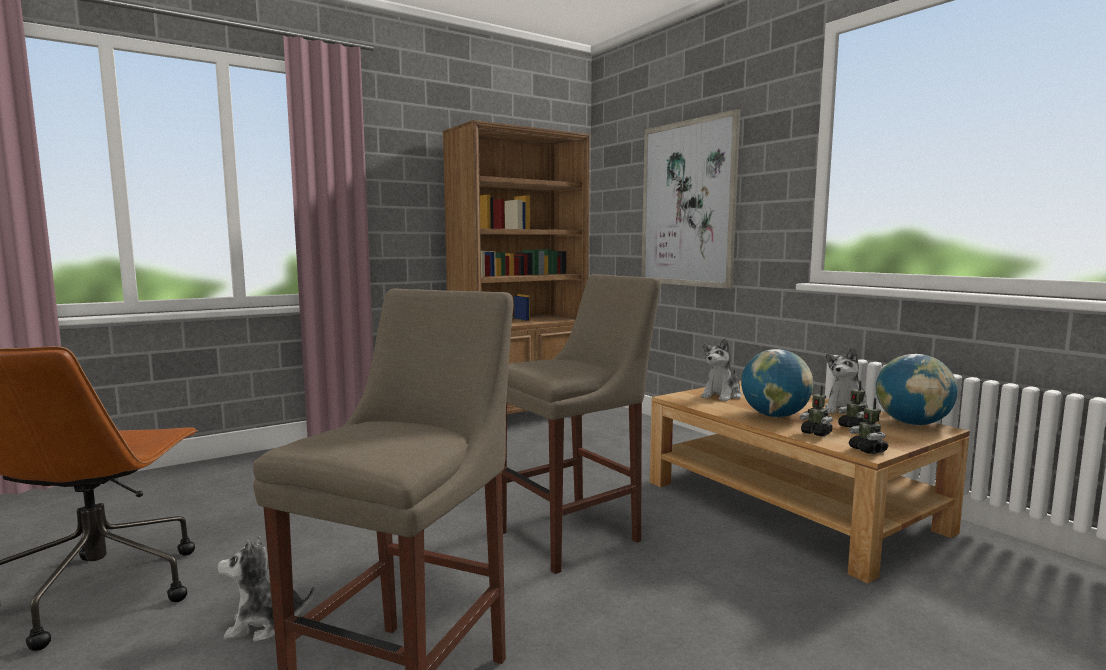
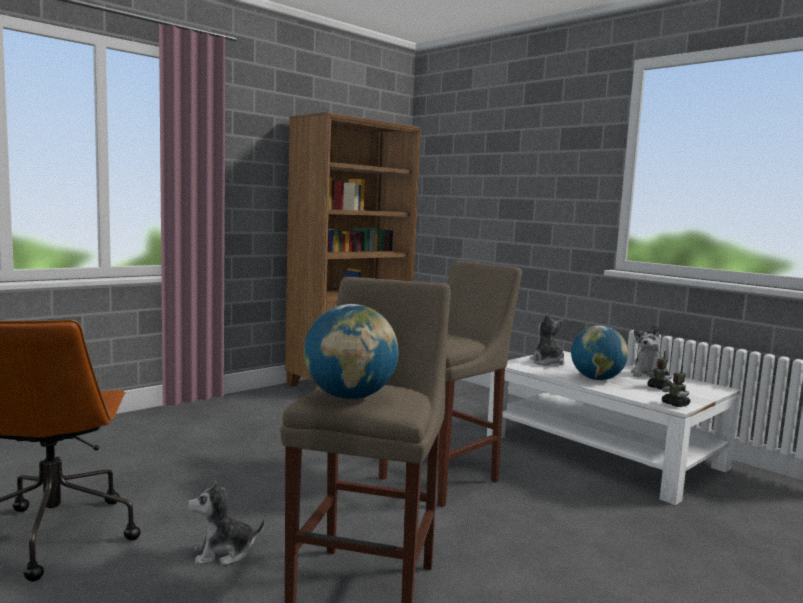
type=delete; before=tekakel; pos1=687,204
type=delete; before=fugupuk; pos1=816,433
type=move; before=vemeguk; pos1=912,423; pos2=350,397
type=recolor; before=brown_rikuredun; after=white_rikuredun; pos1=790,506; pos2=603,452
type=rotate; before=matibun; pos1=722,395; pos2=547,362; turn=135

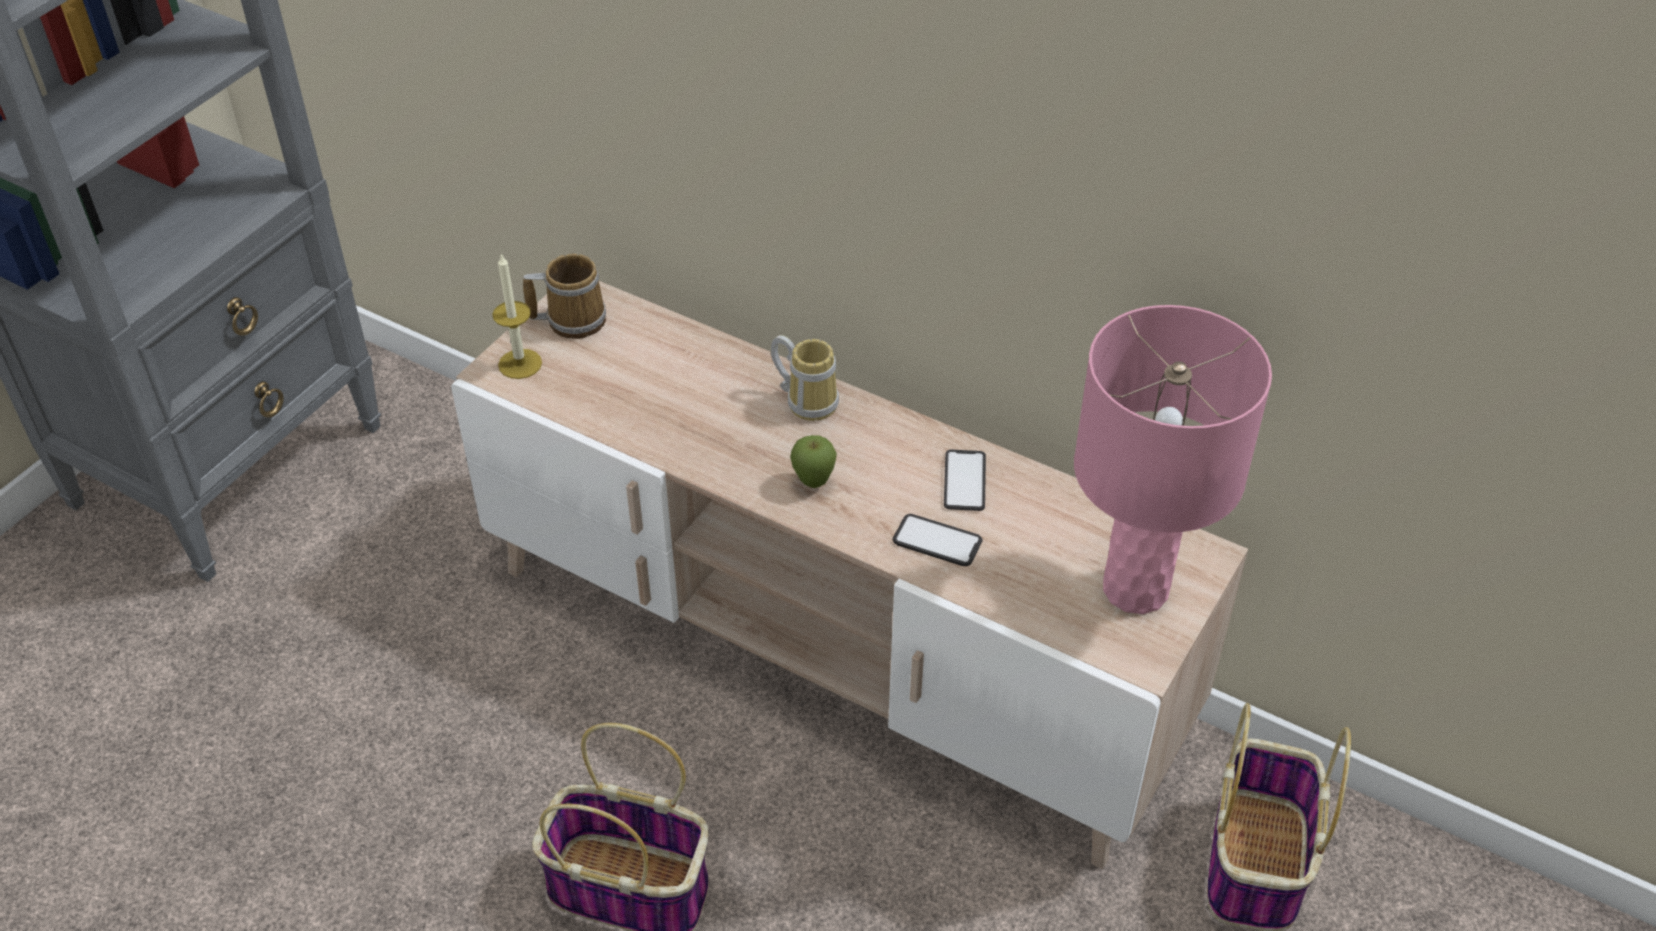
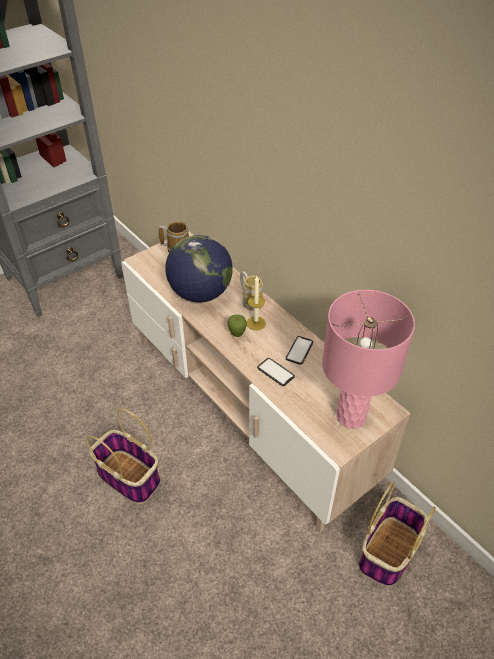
type=insert; after=vemeguk; pos2=200,293
type=move; before=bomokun; pos1=520,364; pos2=256,323

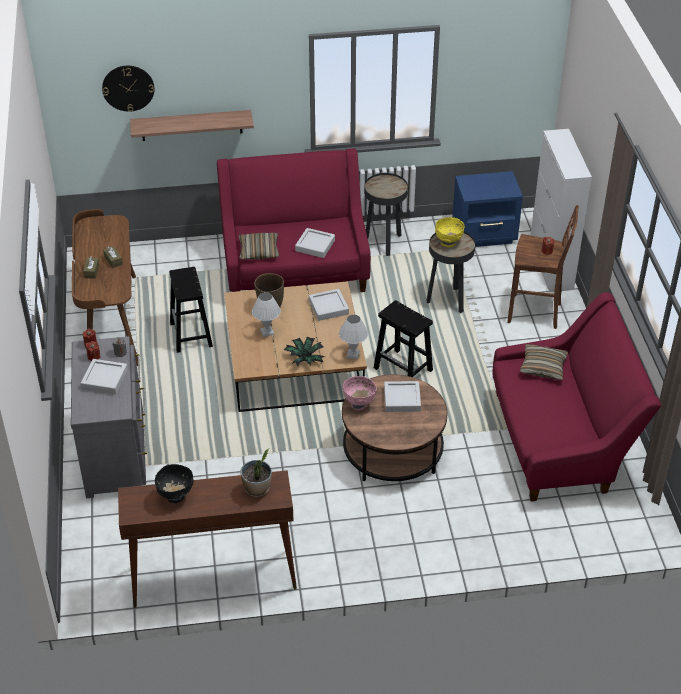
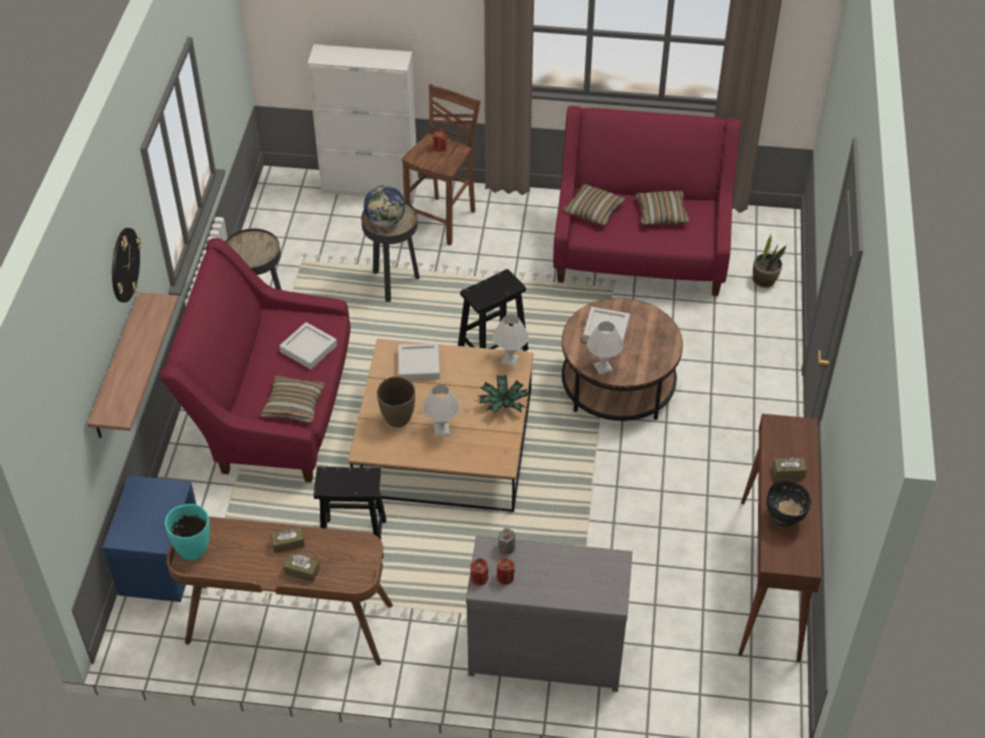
type=delete; before=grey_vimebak; pos1=104,379
type=insert; after=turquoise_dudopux; pos2=193,549
type=insert; after=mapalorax; pos2=661,214
type=insert; after=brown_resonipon; pos2=788,472
type=move; before=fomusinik; pos1=128,88; pos2=124,265
type=move; before=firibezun; pos1=257,489; pos2=764,280
type=move; before=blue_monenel; pos1=485,235; pos2=164,567
type=replace; before=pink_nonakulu; after=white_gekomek; pos1=359,404; pos2=603,367
type=replace; before=yellow_nonakulu; after=vemeguk; pos1=448,243; pos2=385,221

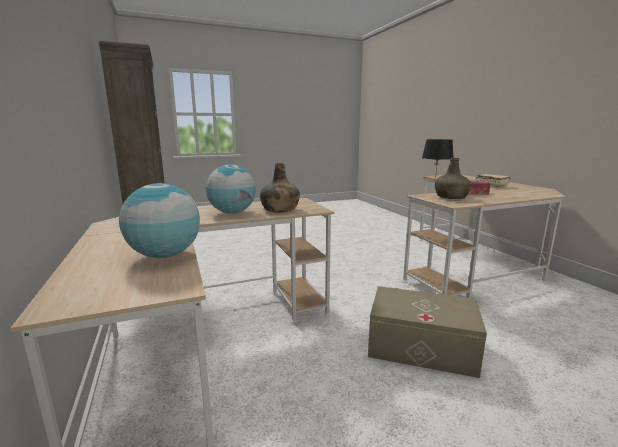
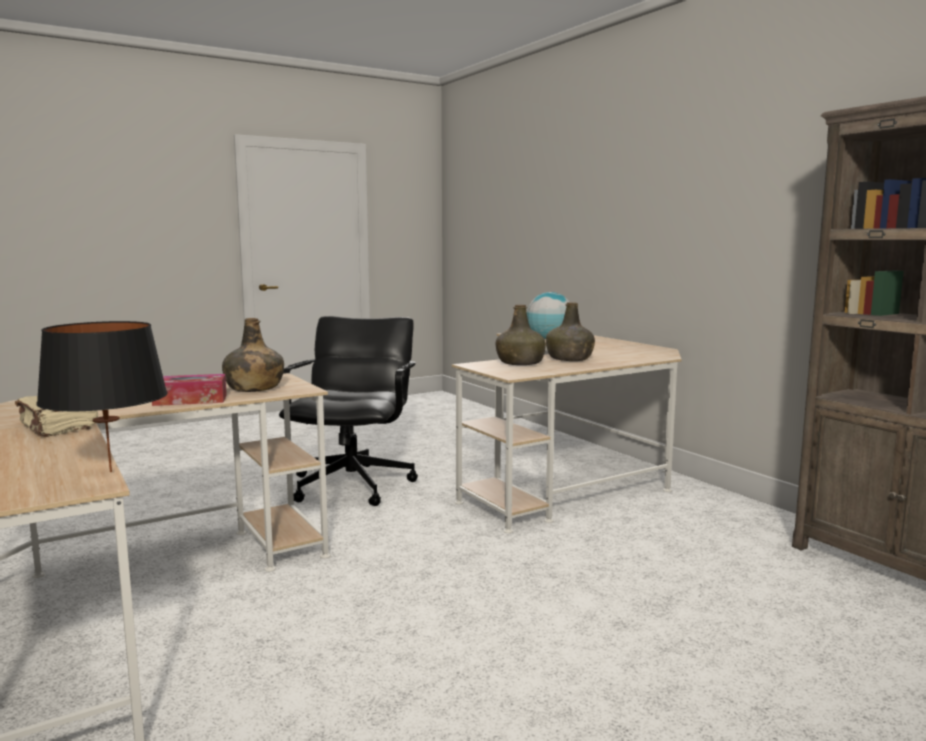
type=replace; before=vemeguk; after=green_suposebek; pos1=232,212; pos2=570,359
type=replace; before=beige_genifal; after=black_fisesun; pos1=421,347; pos2=353,485

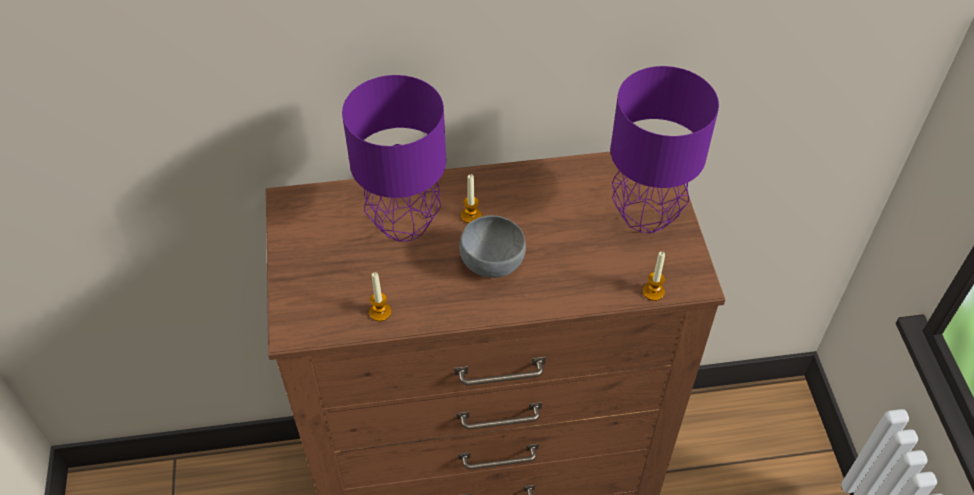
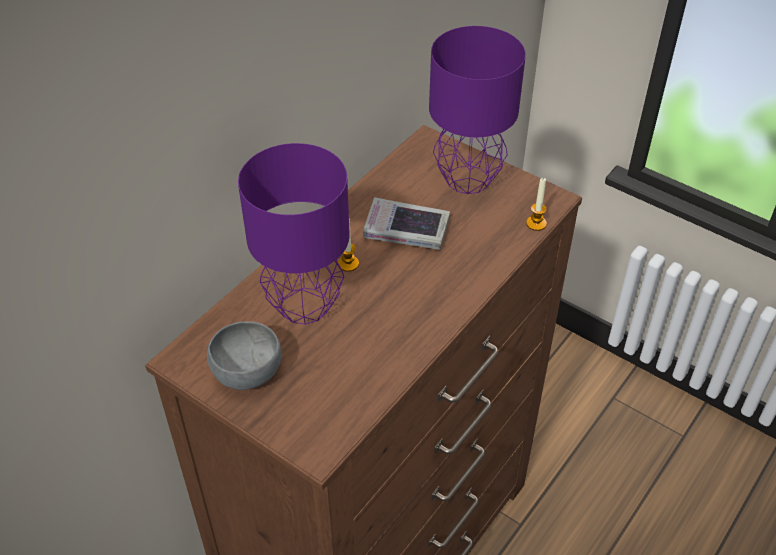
type=delete; before=bomokun; pos1=380,312
type=insert; after=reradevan; pos2=406,230
type=move; before=grey_nonakulu; pos1=492,262; pos2=247,373

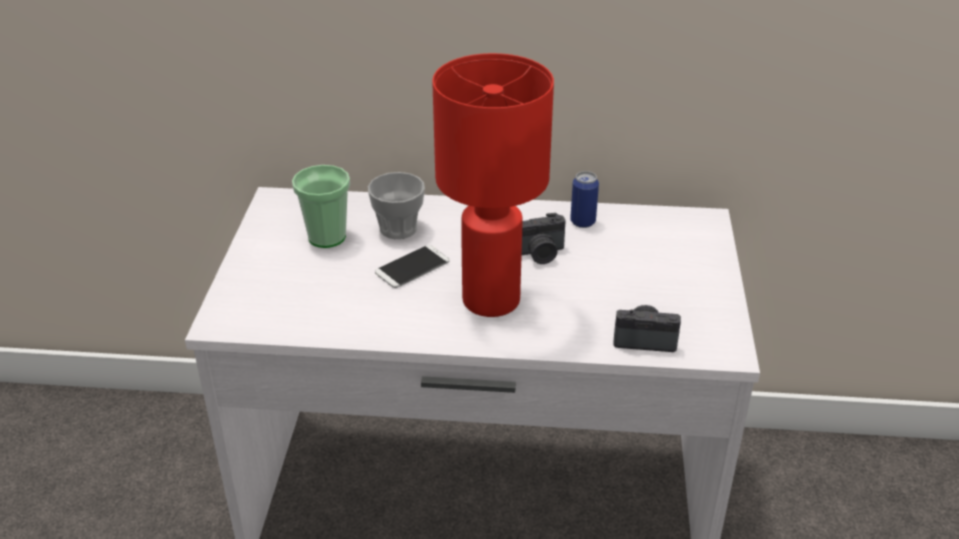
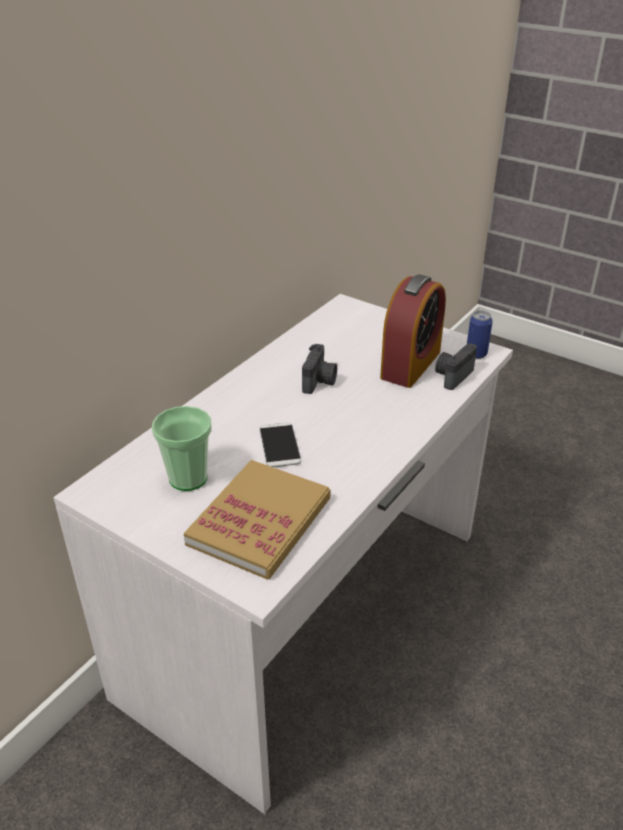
type=delete; before=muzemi; pos1=398,228
type=delete; before=red_gekomek; pos1=491,301
type=insert; after=reradevan; pos2=260,521
type=insert; after=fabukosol; pos2=410,364
type=move; before=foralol; pos1=582,222; pos2=476,354

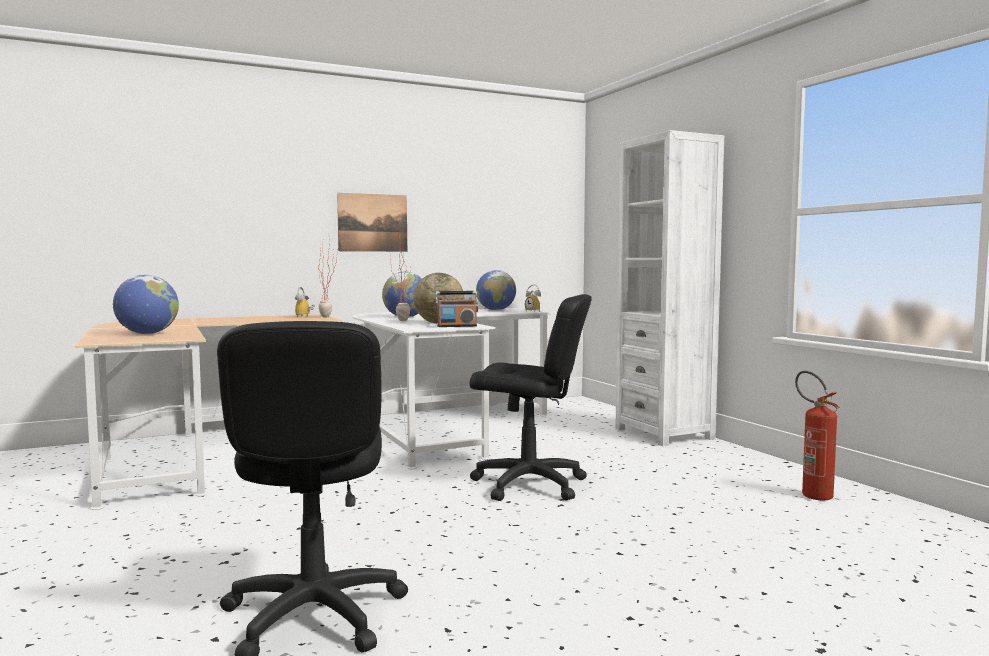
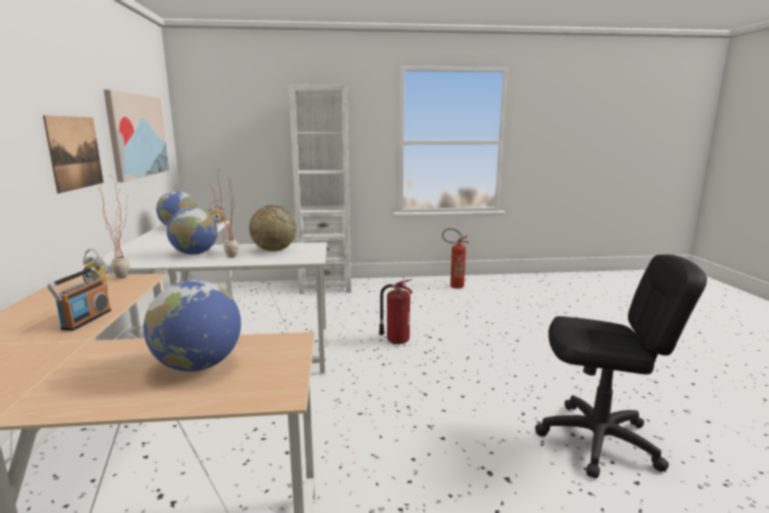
type=insert; after=tekakel; pos2=137,135
type=move; before=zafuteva; pos1=457,326; pos2=86,320
type=replace; before=black_fisesun; after=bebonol; pos1=529,485; pos2=396,340

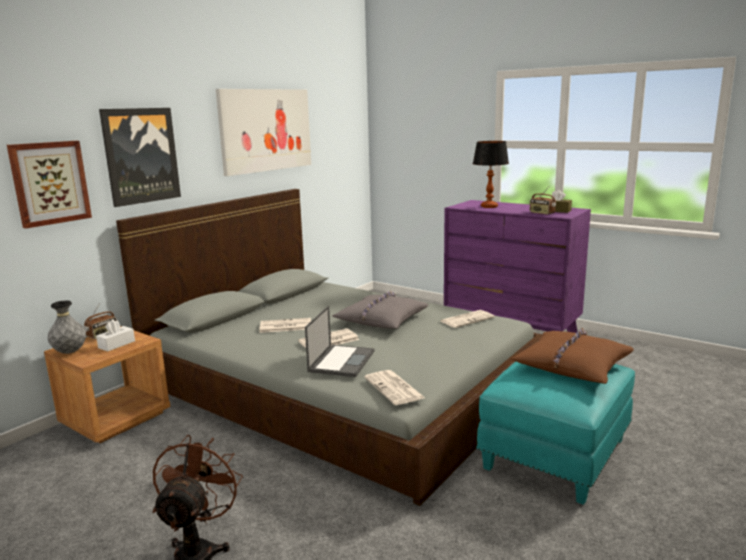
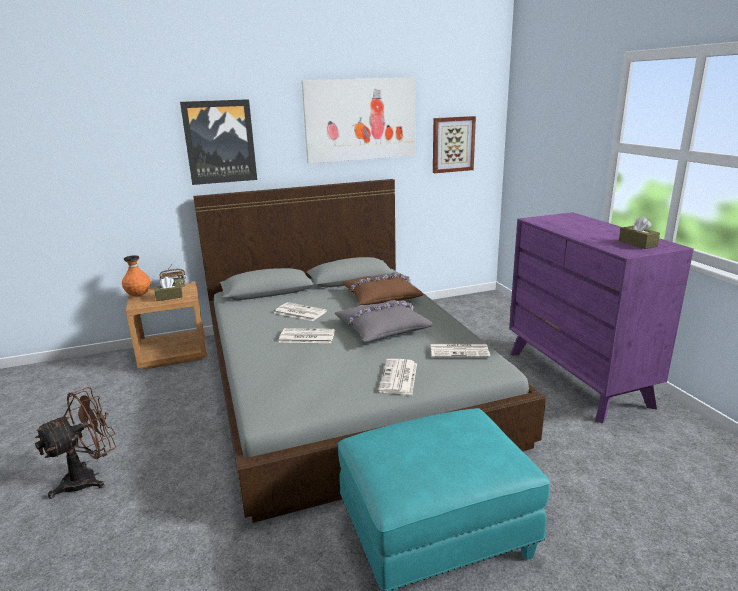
type=delete; before=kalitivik; pos1=342,361
type=delete; before=gekomek; pos1=489,206
type=delete; before=zafuteva; pos1=541,213
type=move; before=tekakel; pos1=50,183; pos2=453,144
type=move; before=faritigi; pos1=395,388; pos2=399,378
type=move; before=brown_mapalorax; pos1=572,366; pos2=381,296
type=recolor; before=grey_dudopux; after=orange_dudopux; pos1=70,352; pos2=138,295
type=recolor; before=white_resonipon; after=brown_resonipon; pos1=116,344; pos2=169,297

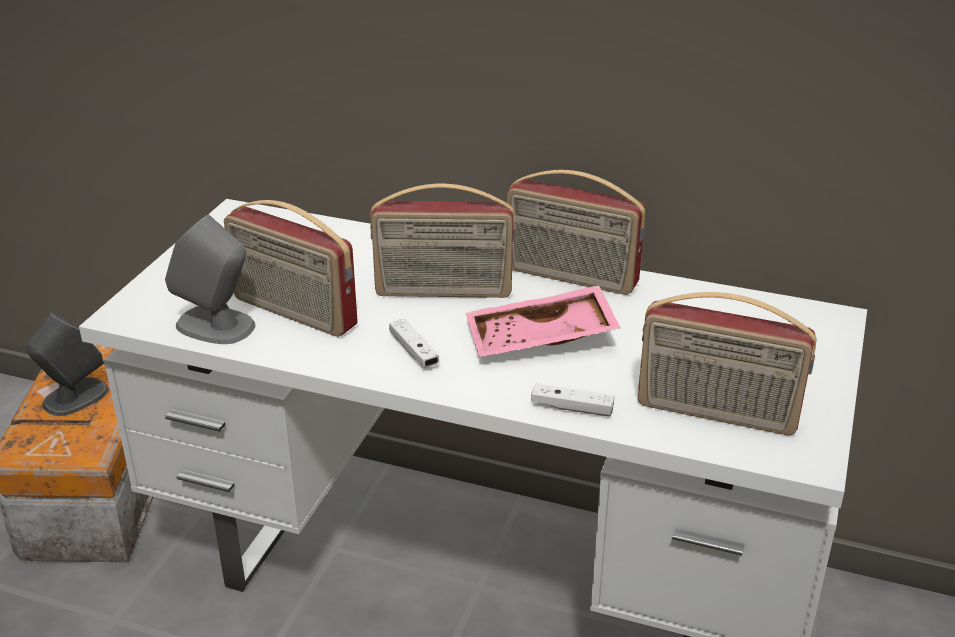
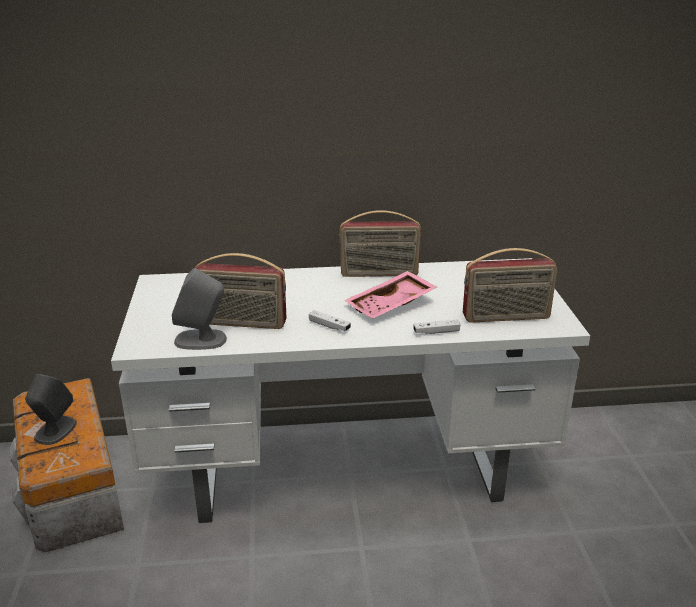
type=delete; before=zafuteva; pos1=443,291

